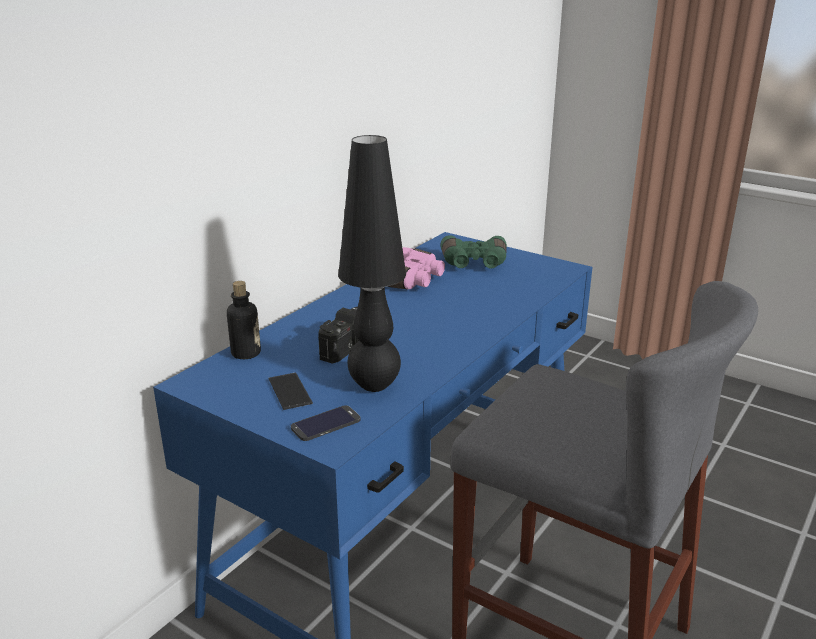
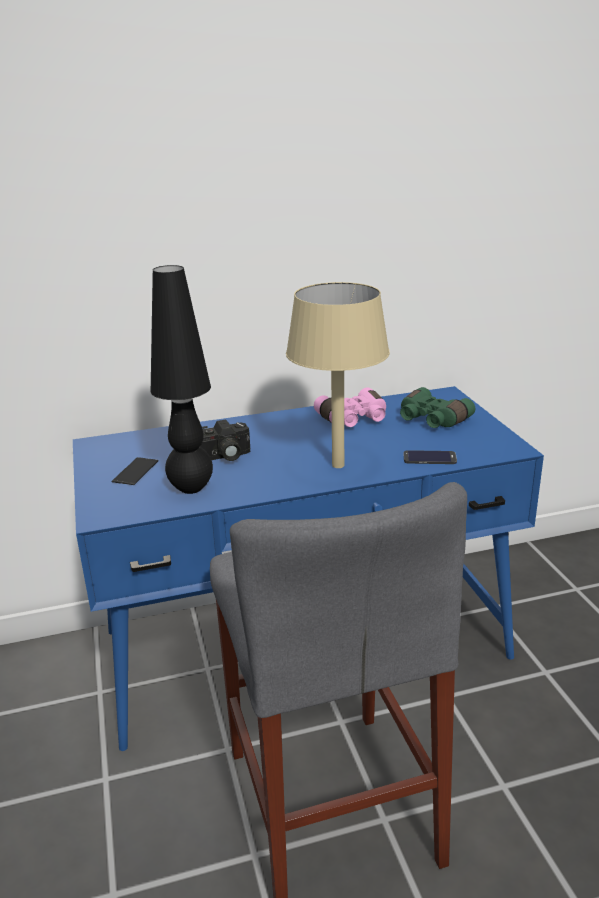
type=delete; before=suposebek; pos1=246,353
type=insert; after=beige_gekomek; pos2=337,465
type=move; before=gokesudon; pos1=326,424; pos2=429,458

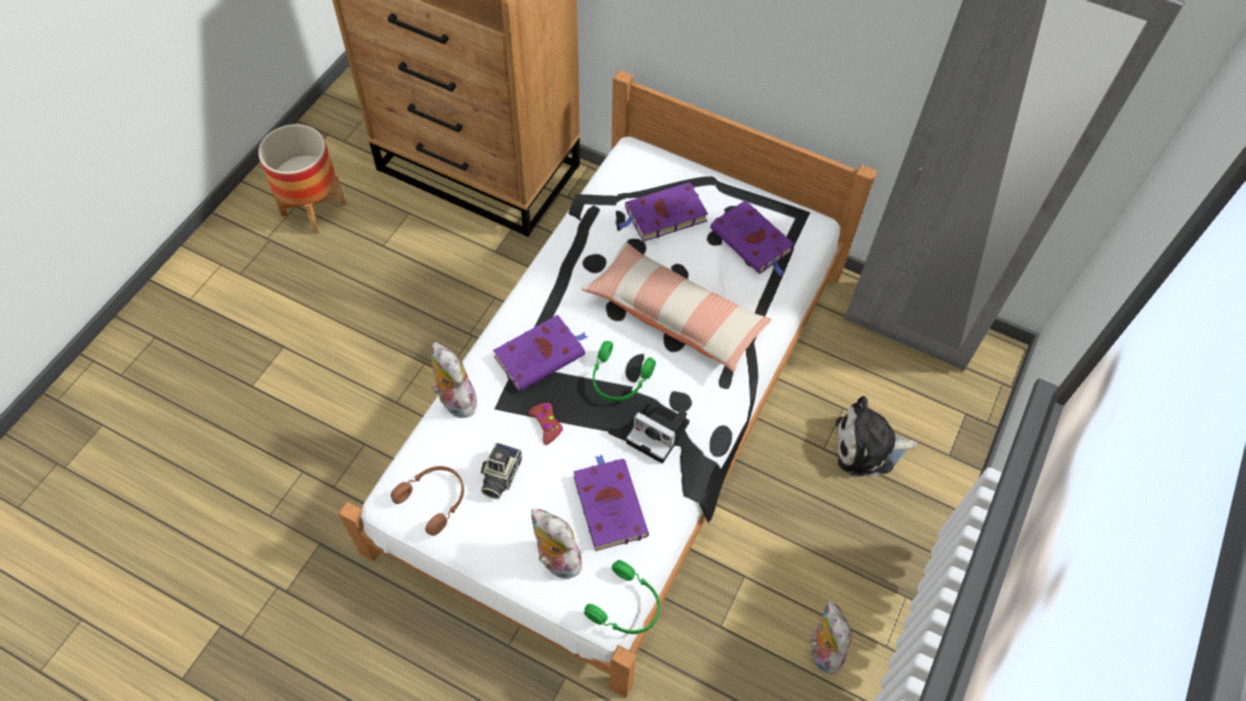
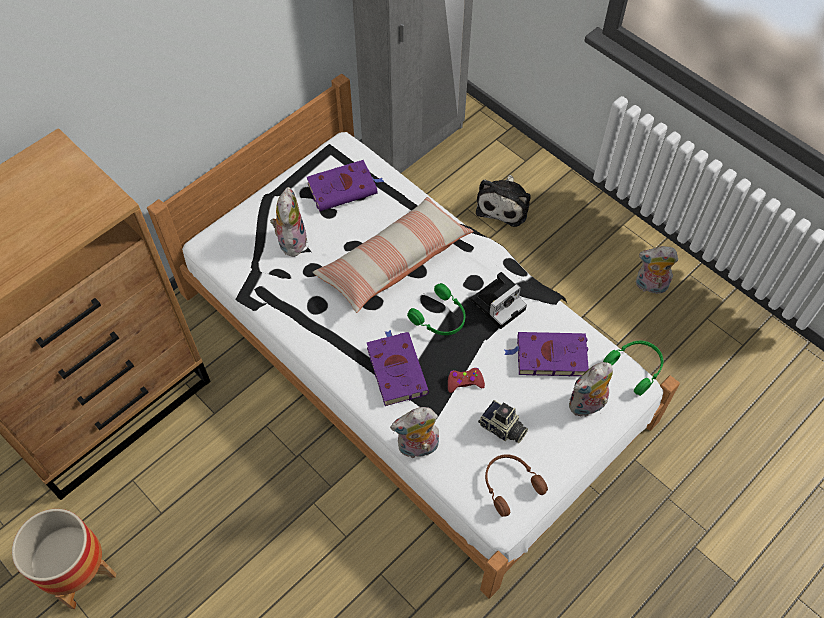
type=replace; before=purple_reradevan; after=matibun; pos1=663,216; pos2=291,240

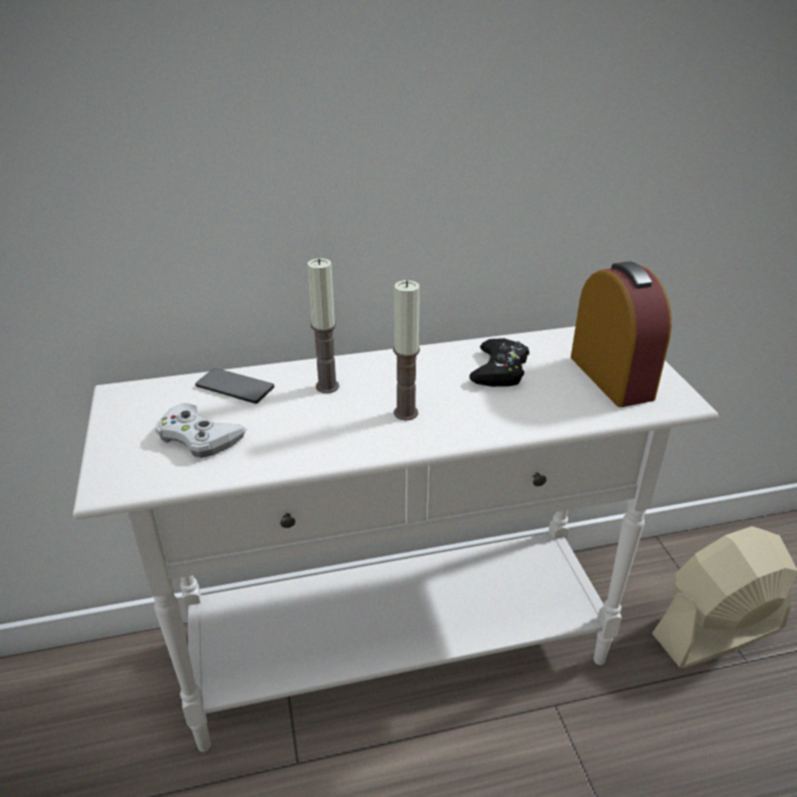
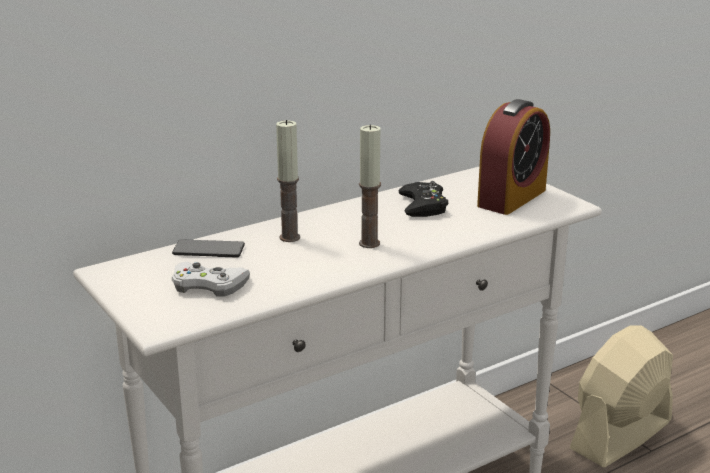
type=rotate; before=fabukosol; pos1=611,377; pos2=512,198; turn=75

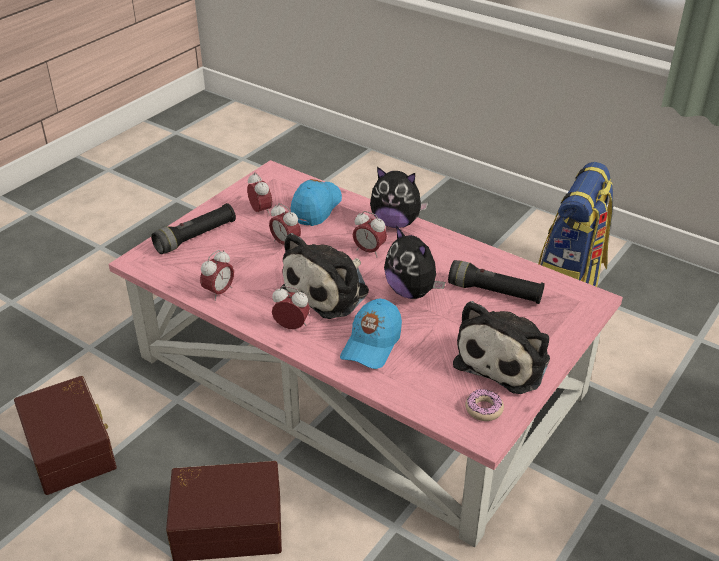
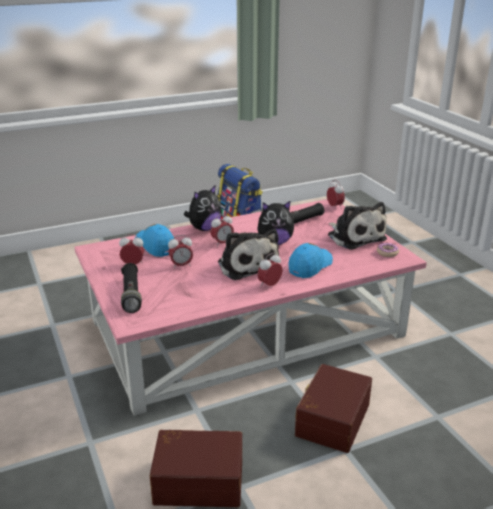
type=move; before=fabukosol; pos1=219,292; pos2=334,207
type=rotate; before=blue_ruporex; pos1=371,344; pos2=310,266; turn=-105

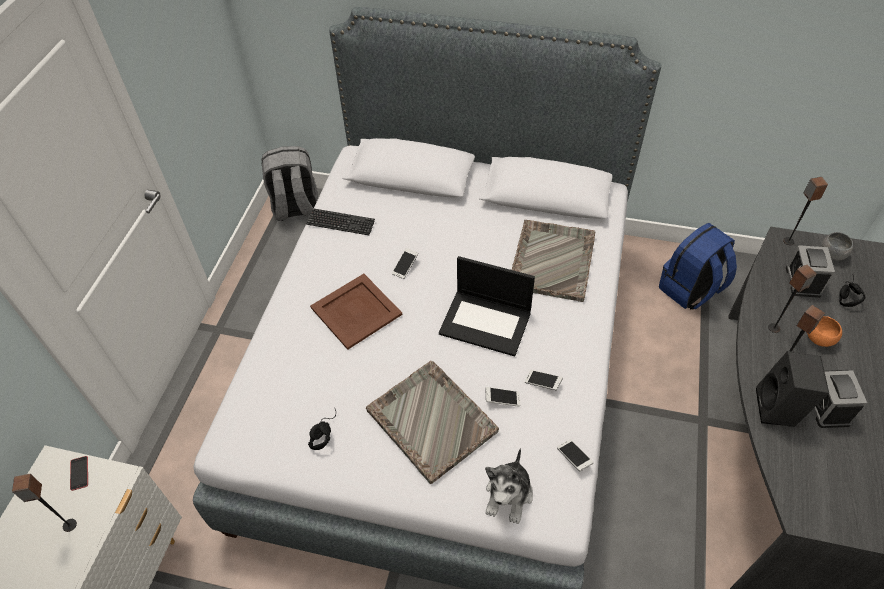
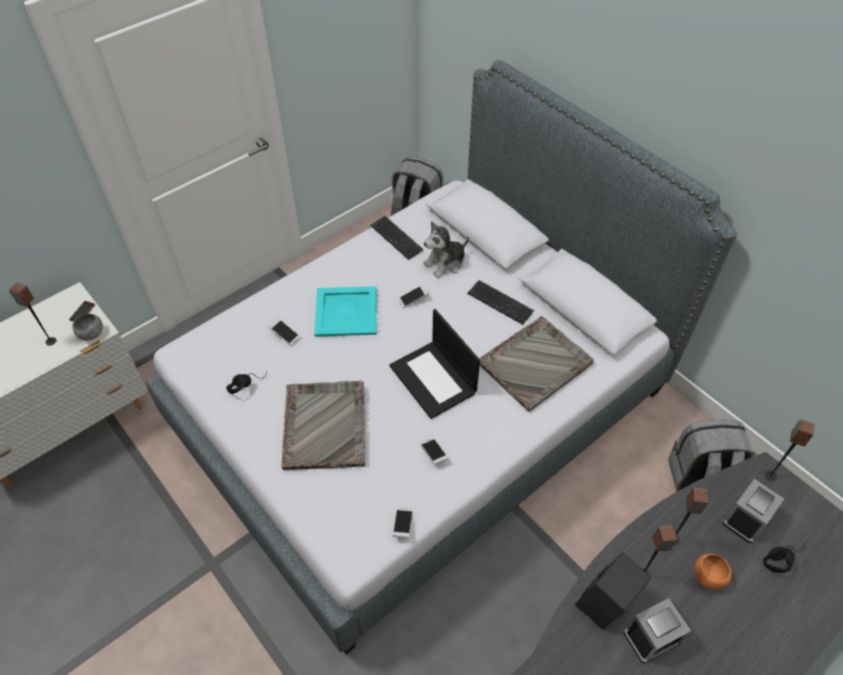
type=insert; after=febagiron; pos2=500,303
type=move; before=gokesudon; pos1=502,399; pos2=285,335
type=move; before=matibun; pos1=509,495; pos2=445,263
type=move; before=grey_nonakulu; pos1=832,254; pos2=91,334
type=recolor; before=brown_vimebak; after=turquoise_vimebak; pos1=357,311; pos2=346,312
type=recolor; before=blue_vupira; after=grey_vupira; pos1=690,290; pos2=698,479
type=rotate; before=fabukosol; pos1=827,407; pos2=652,637; turn=-150

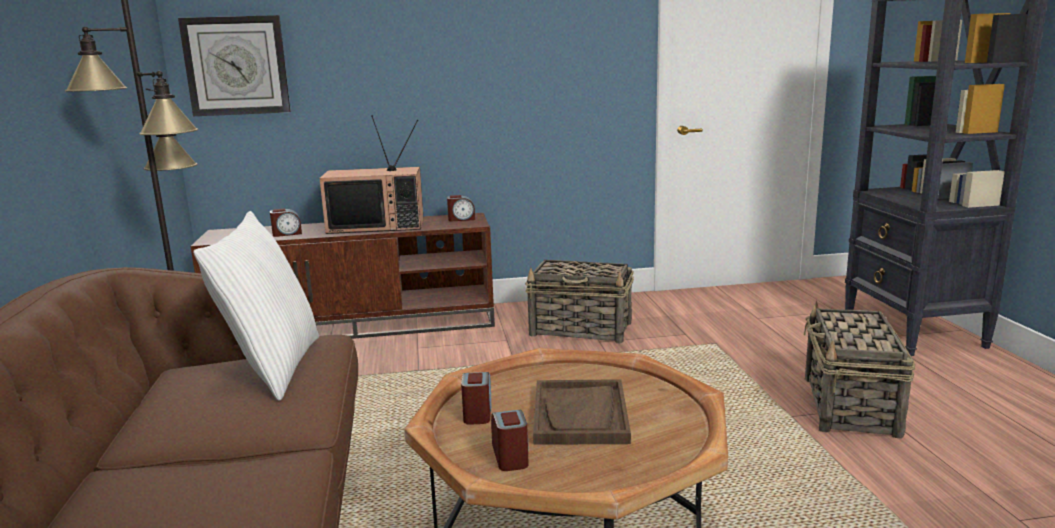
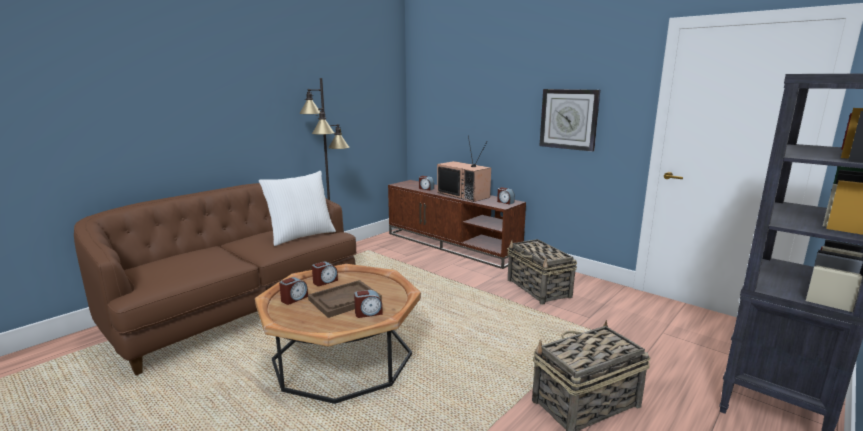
type=insert; after=fabukosol; pos2=368,313
type=move; before=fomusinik; pos1=236,66; pos2=569,119

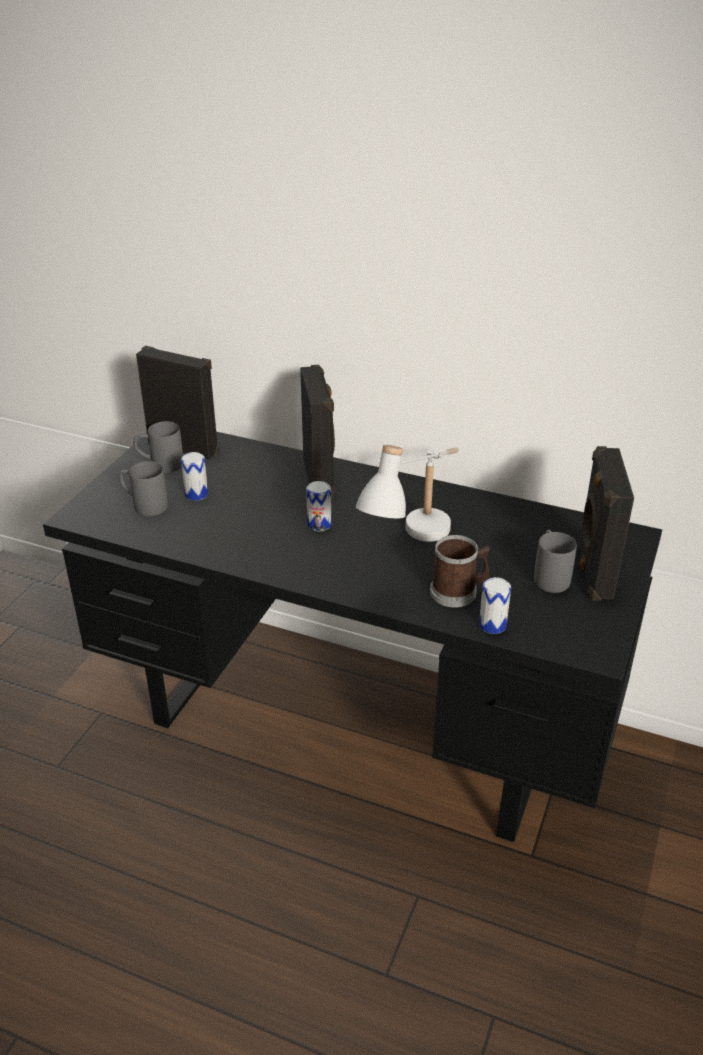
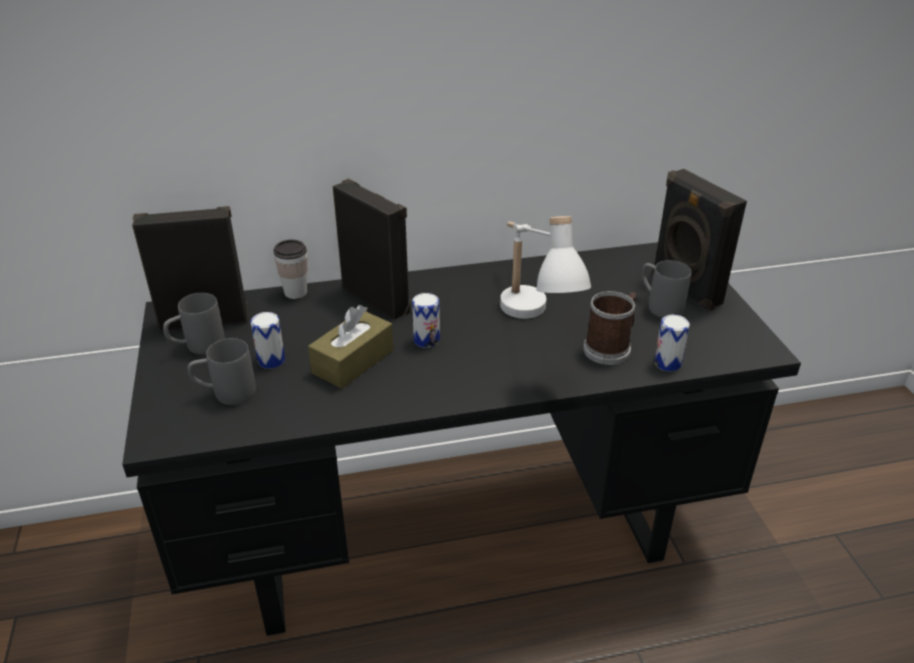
type=insert; after=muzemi; pos2=295,292
type=insert; after=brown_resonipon; pos2=353,361

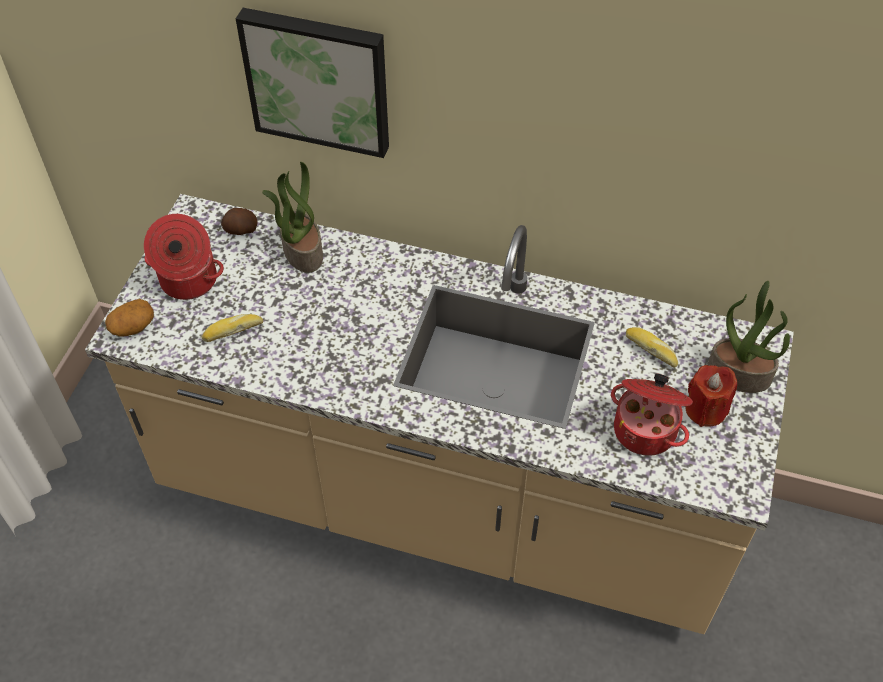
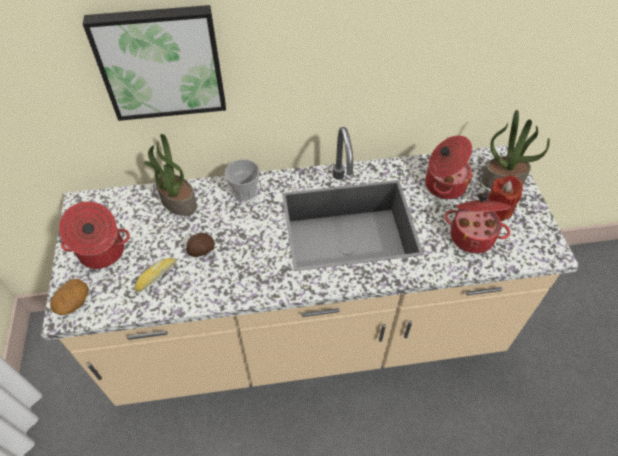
type=insert; after=muzemi; pos2=245,192
type=move; before=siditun; pos1=241,230; pos2=201,251
type=replace; before=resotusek; after=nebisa; pos1=651,350; pos2=443,184

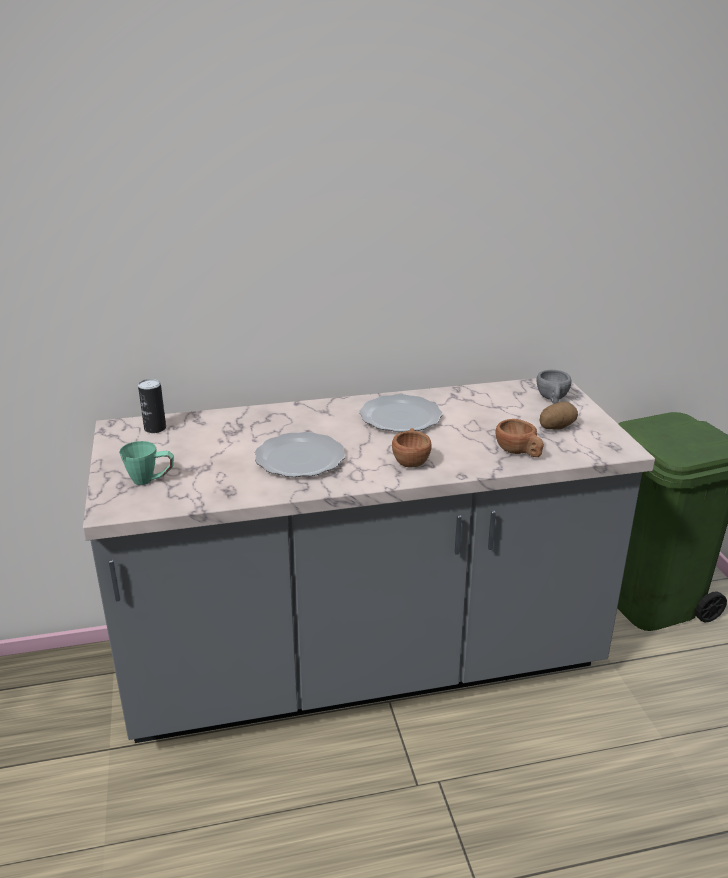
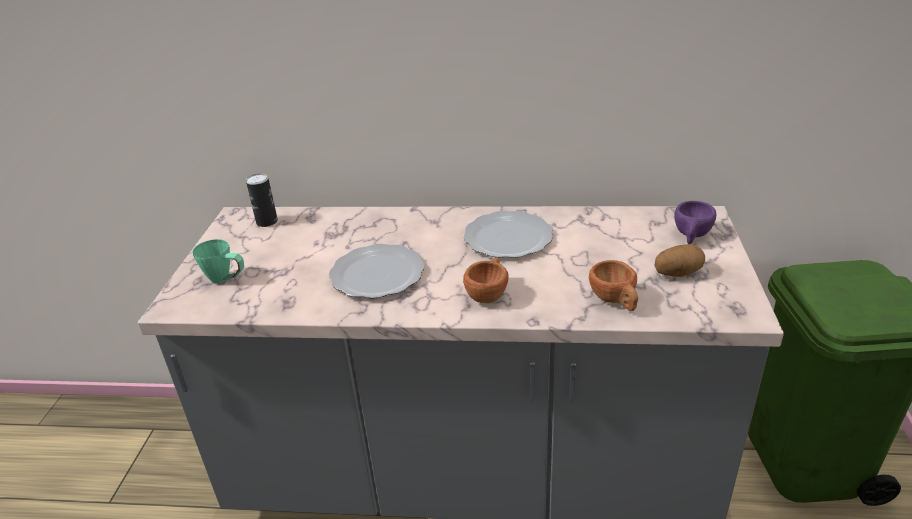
type=recolor; before=grey_muzemi; after=purple_muzemi; pos1=552,400; pos2=691,236

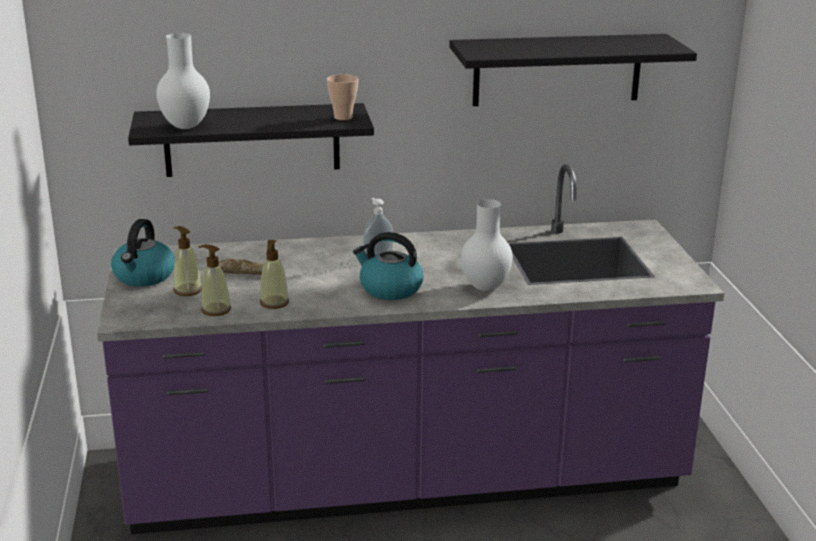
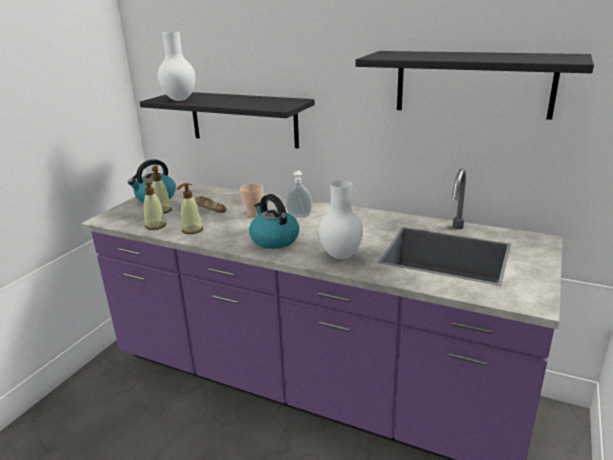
type=move; before=muzemi; pos1=343,117; pos2=253,214

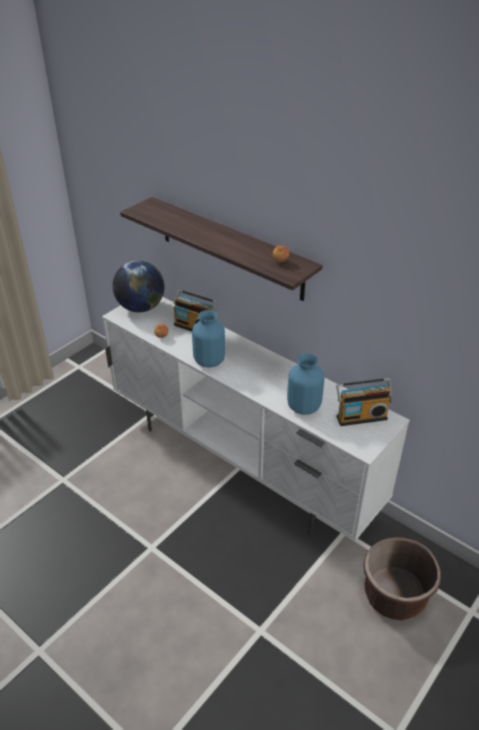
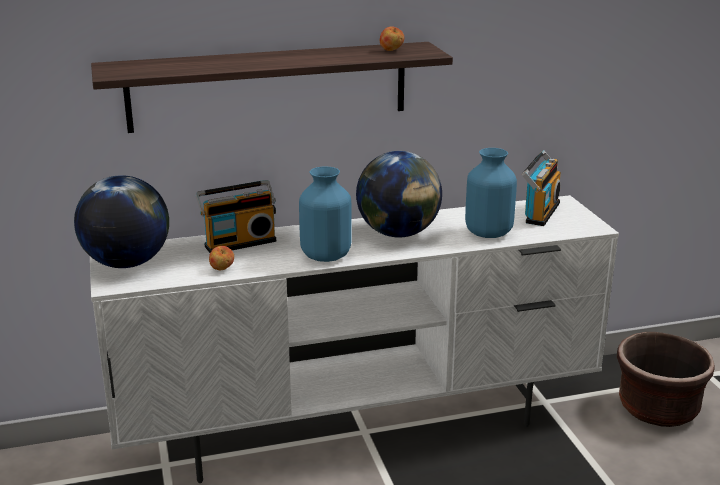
type=insert; after=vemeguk; pos2=398,234

